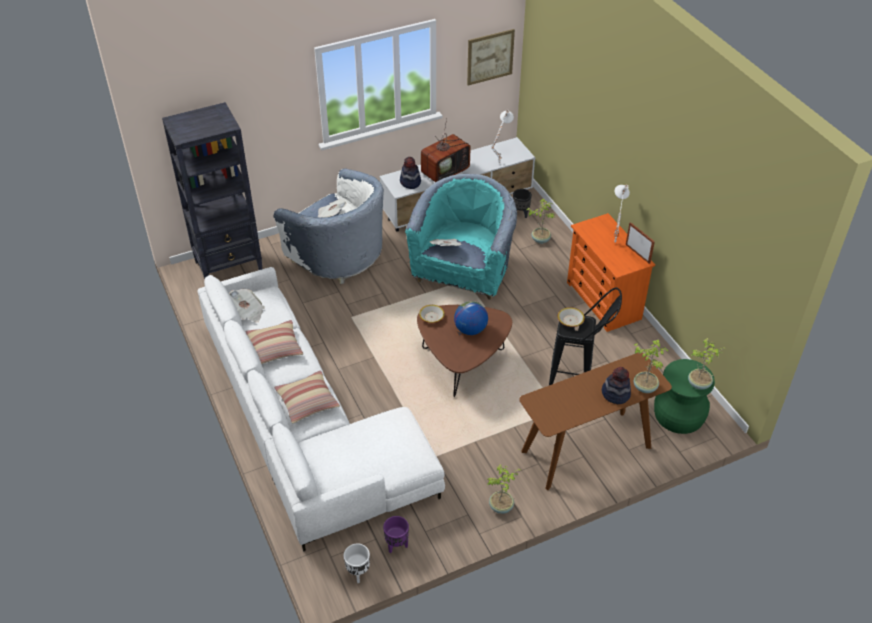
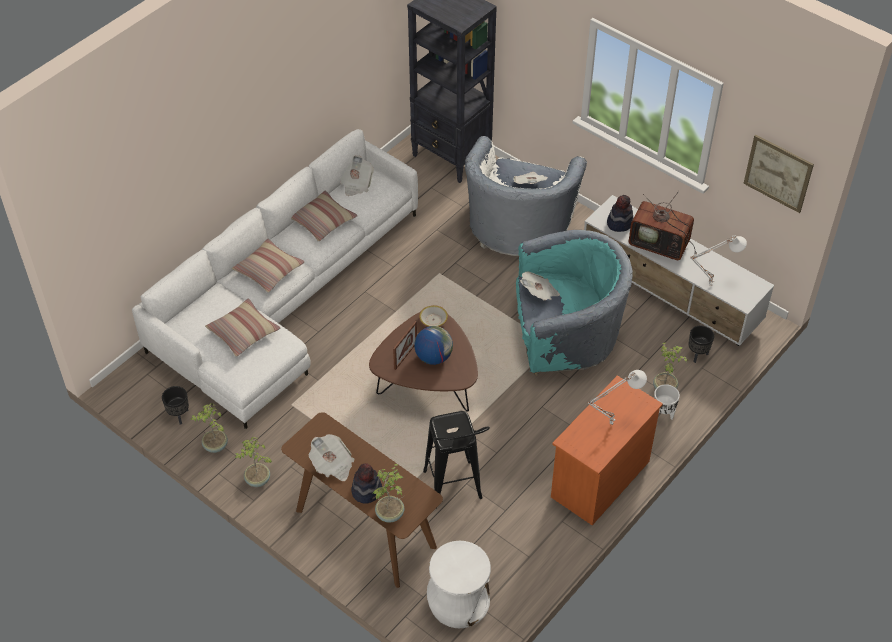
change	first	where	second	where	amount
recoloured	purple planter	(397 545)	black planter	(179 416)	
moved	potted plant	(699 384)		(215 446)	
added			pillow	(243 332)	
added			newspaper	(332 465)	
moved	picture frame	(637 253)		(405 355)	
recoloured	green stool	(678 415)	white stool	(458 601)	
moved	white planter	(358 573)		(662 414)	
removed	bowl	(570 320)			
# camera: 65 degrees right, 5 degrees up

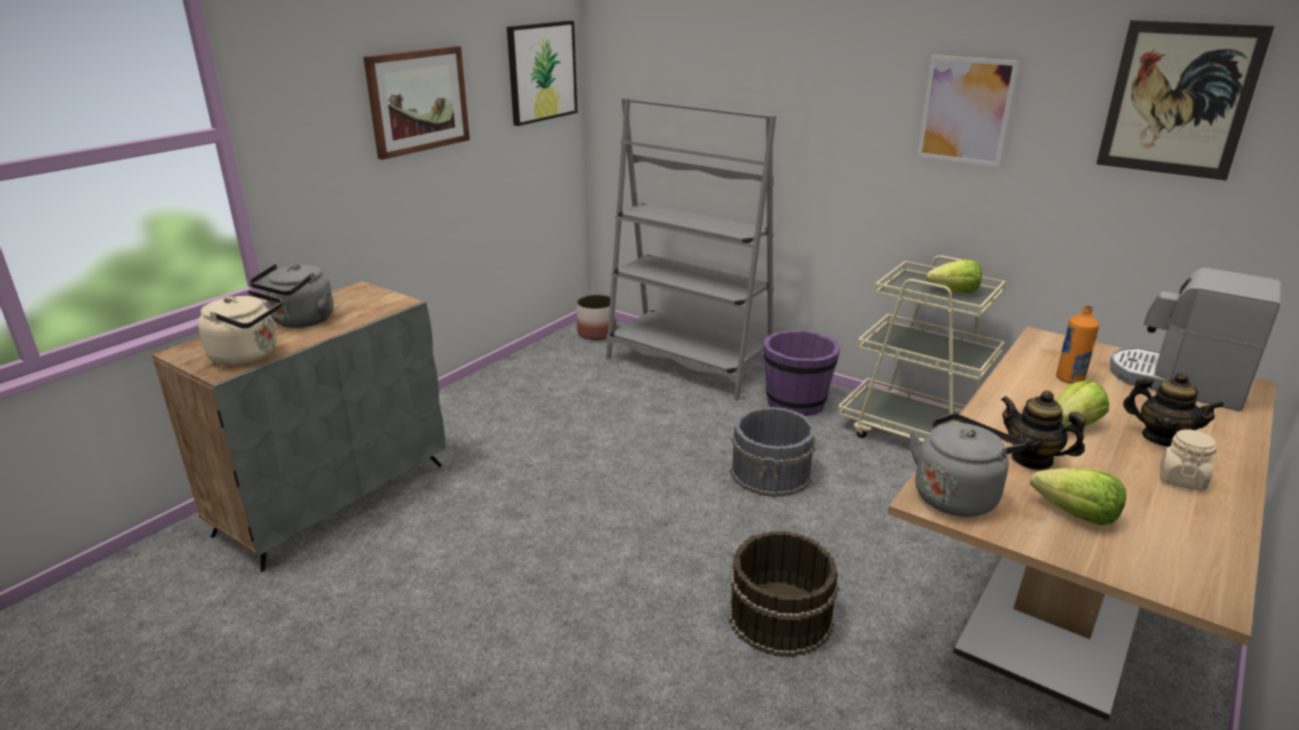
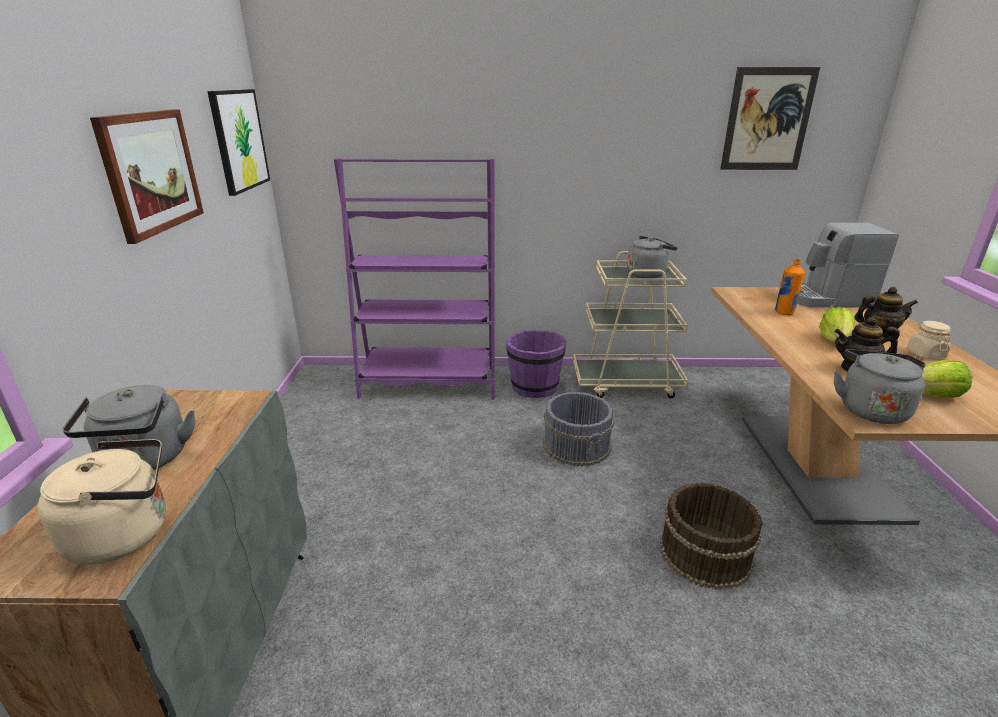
change	first	where	second	where	amount
recoloured	grey bookcase	(688 363)	purple bookcase	(428 382)	
replaced	lettuce	(955 291)	grey kettle	(647 274)	
removed	planter	(597 333)			
removed	picture	(965 110)			
# camera: 35 degrees left, 0 degrees up

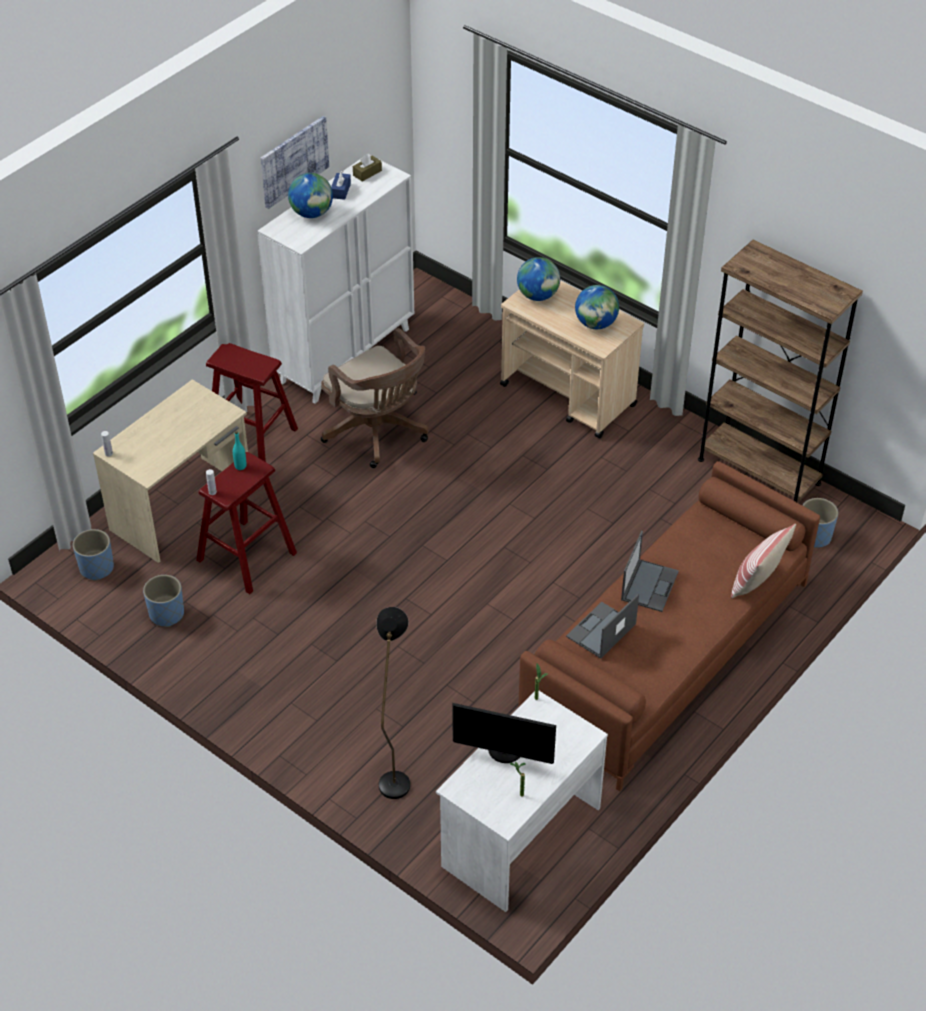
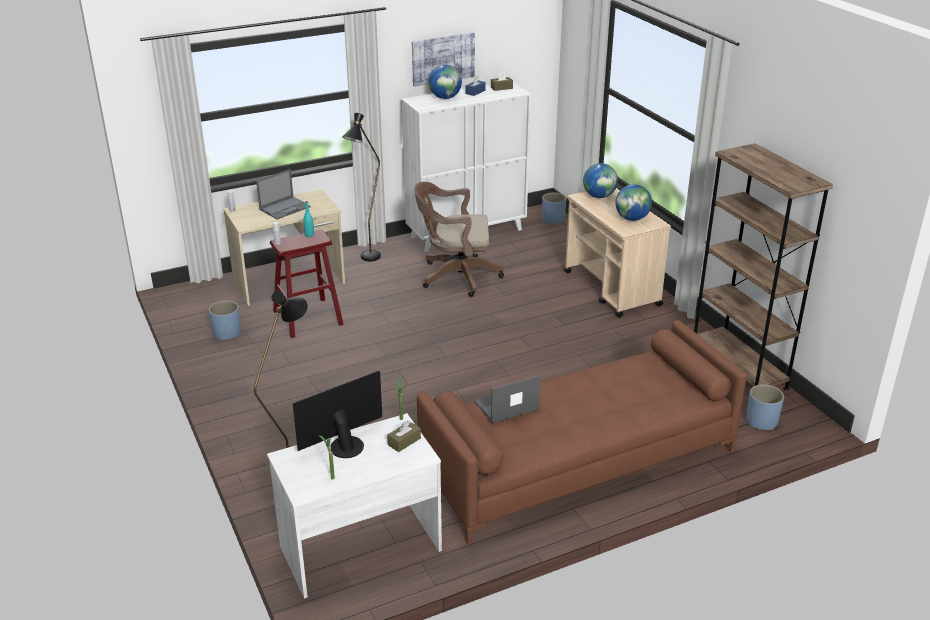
change	first	where	second	where	amount
moved	laptop	(649 585)		(285 208)	
turned	monitor	(505 752)		(344 445)	105 degrees clockwise
replaced	red stool	(252 440)	black floor lamp	(367 260)	
added			brown tissue box	(404 441)	
turned	brown office chair	(378 433)		(455 276)	105 degrees clockwise
moved	blue planter	(96 568)		(553 220)	
removed	pillow	(757 581)			
# camera: 25 degrees right, 15 degrees down

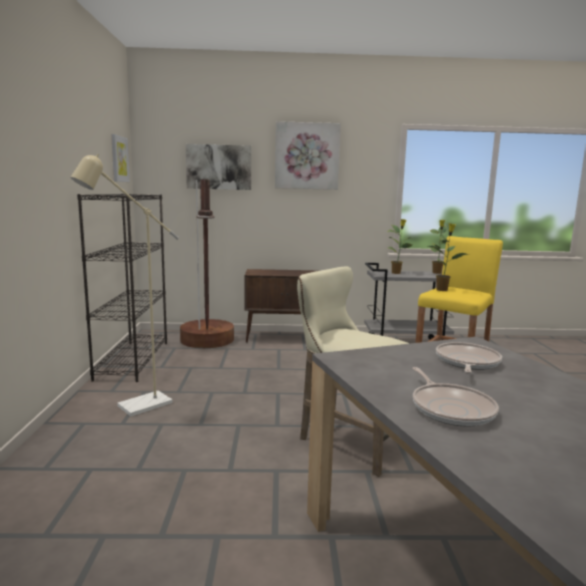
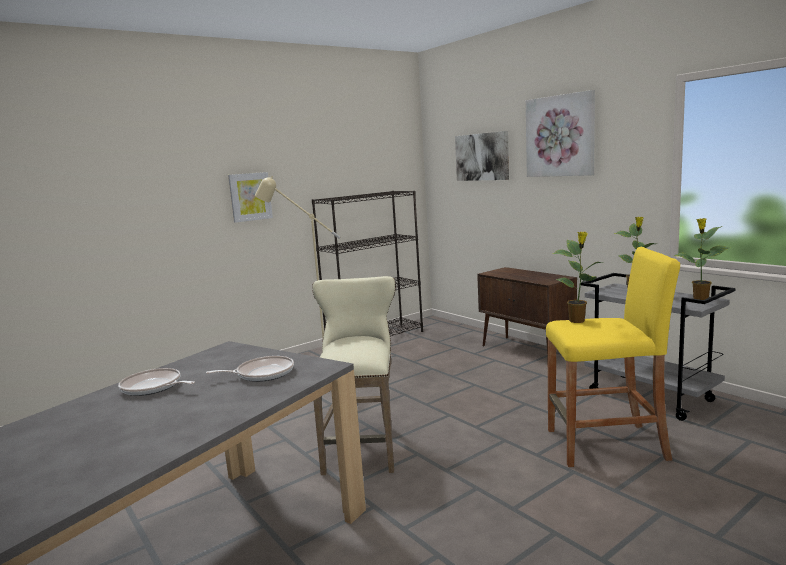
change	first	where	second	where	amount
turned	frying pan	(450 408)		(153 387)	75 degrees clockwise
moved	picture	(119 159)		(250 196)	
removed	brown floor lamp	(207 340)			
# camera: 55 degrees right, 0 degrees up

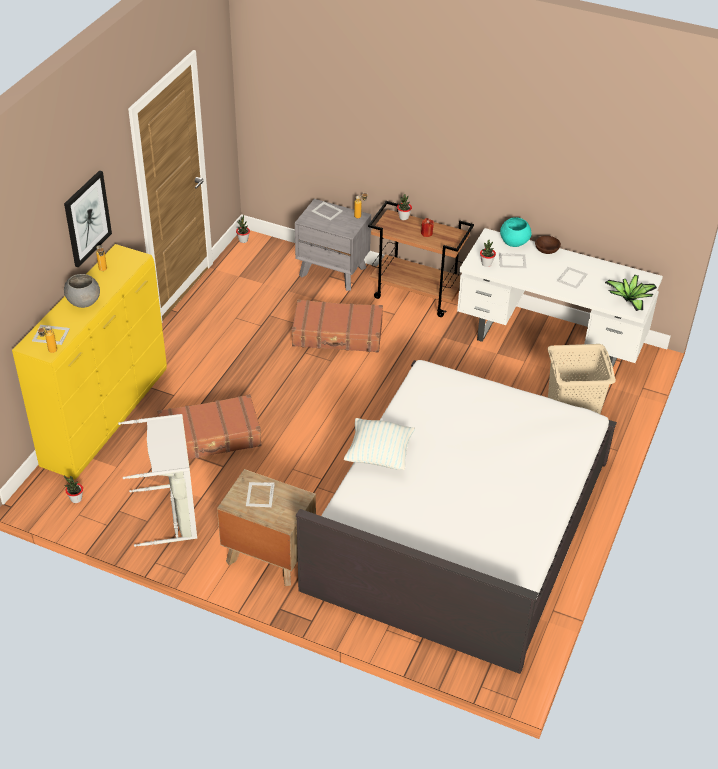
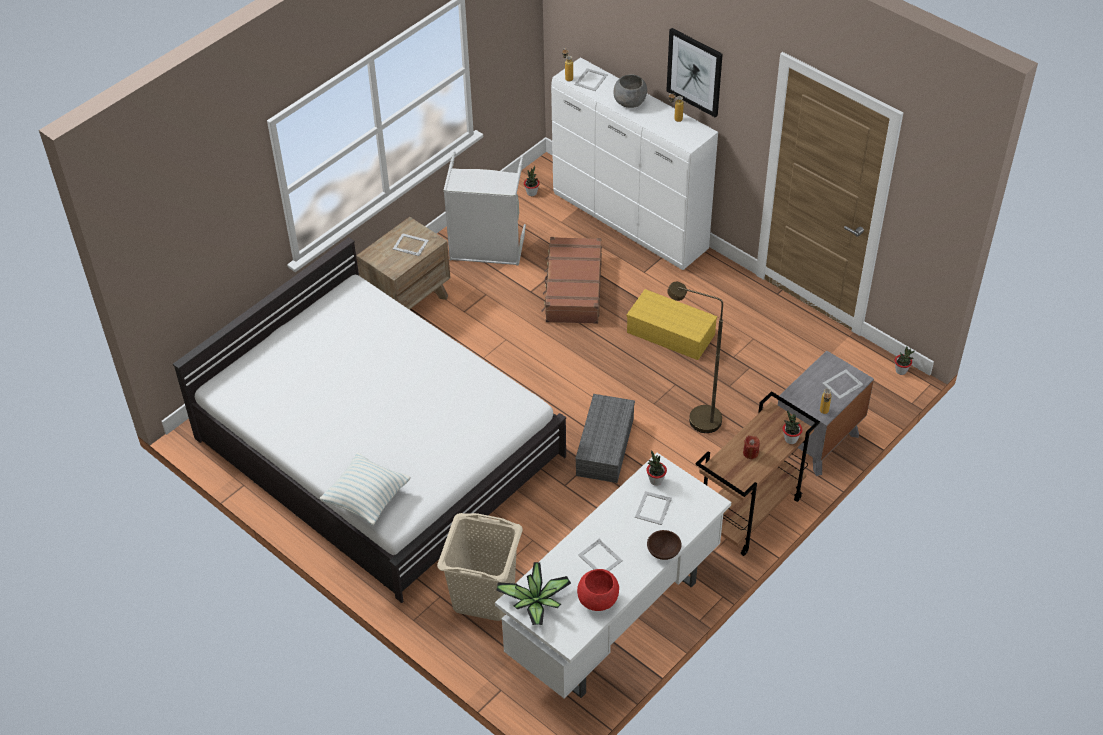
change	first	where	second	where	amount
moved	pillow	(379 455)		(367 499)	
recoloured	yellow dresser	(107 417)	white dresser	(629 223)	
added			grey storage box	(604 445)	
added			red bowl	(598 600)	
added			yellow storage box	(672 333)	
replaced	brown suitcase	(337 335)	brown floor lamp	(696 419)	
removed	turquoise bowl	(514 243)			
# camera: 110 degrees right, 5 degrees up

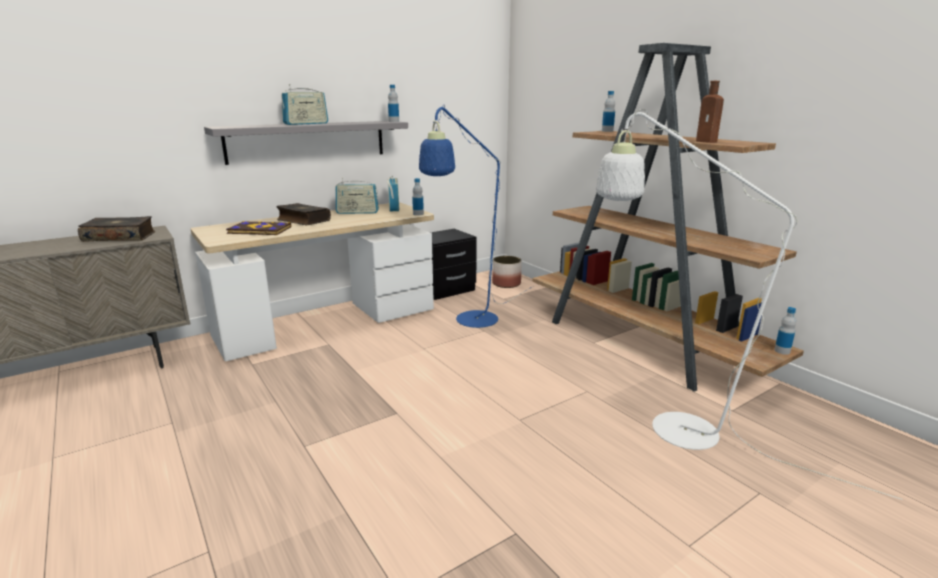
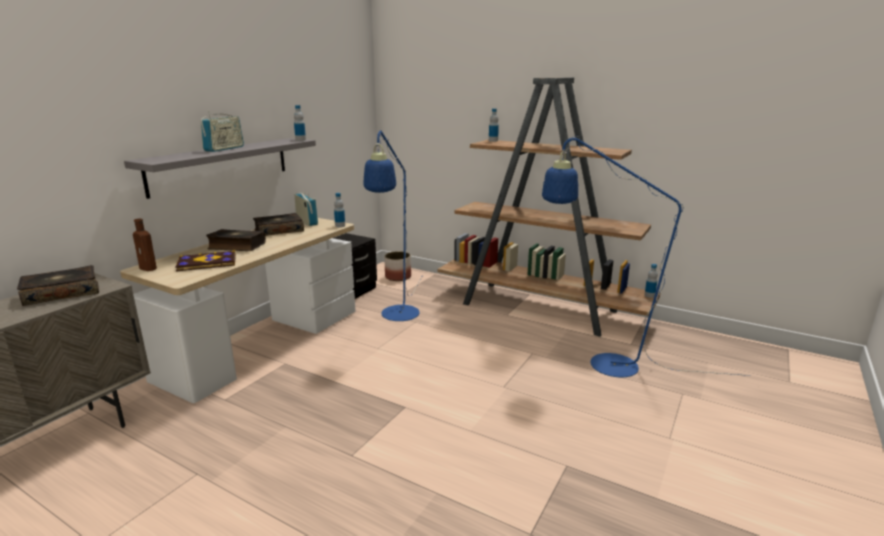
change	first	where	second	where	amount
moved	brown bottle	(707 141)		(149 268)	
replaced	radio	(357 212)	book	(279 231)	
recoloured	white floor lamp	(667 424)	blue floor lamp	(601 364)	
# camera: 25 degrees left, 0 degrees up

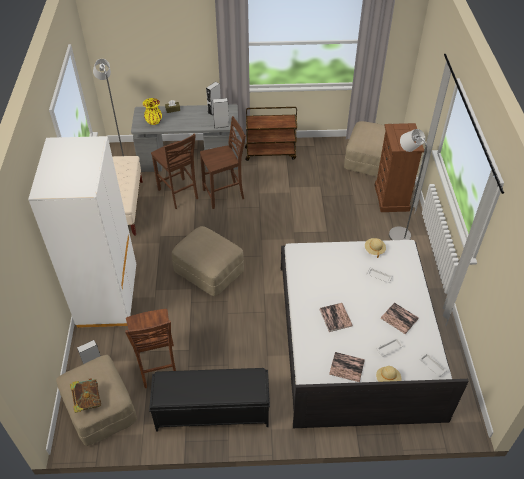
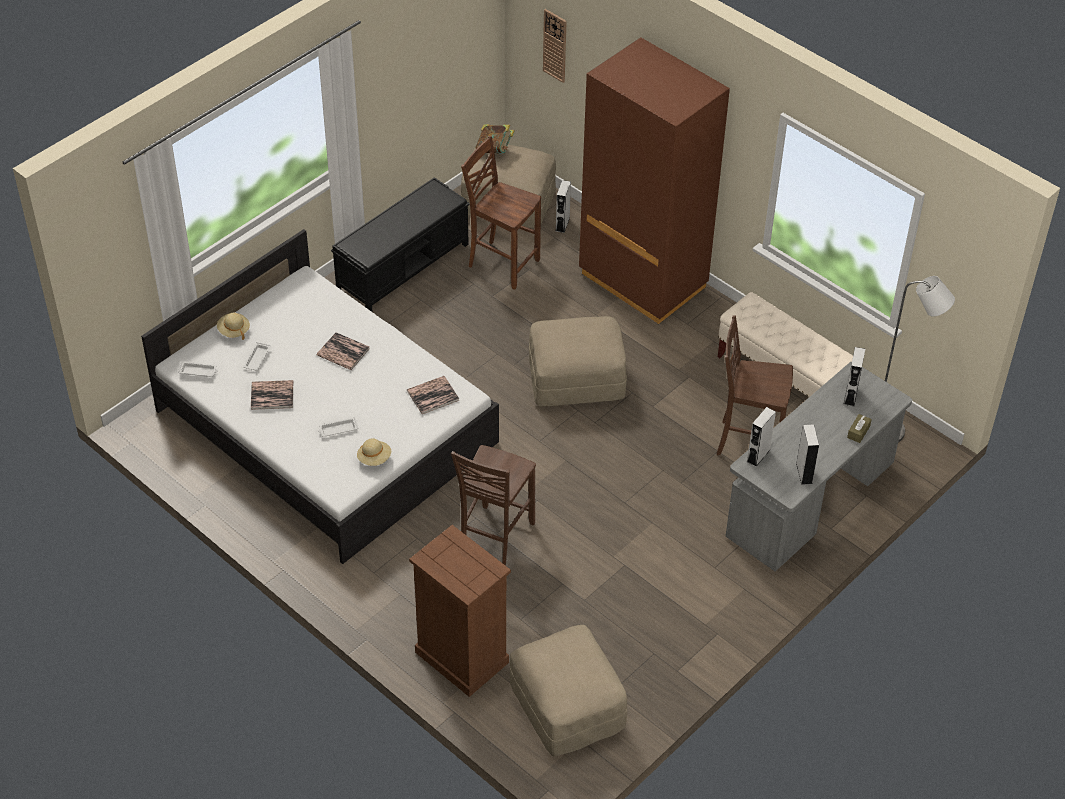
change	first	where	second	where	amount
moved	book	(347 367)		(433 395)	
moved	brown chair	(225 195)		(494 538)	
added			wall clock	(555 45)	
recoloured	white wardrobe	(108 297)	brown wardrobe	(643 281)	
replaced	yellow vase	(154 121)	grey speaker	(850 395)	
removed	brown cart	(270 153)			
removed	grey floor lamp	(396 233)			
# camera: 135 degrees right, 0 degrees up

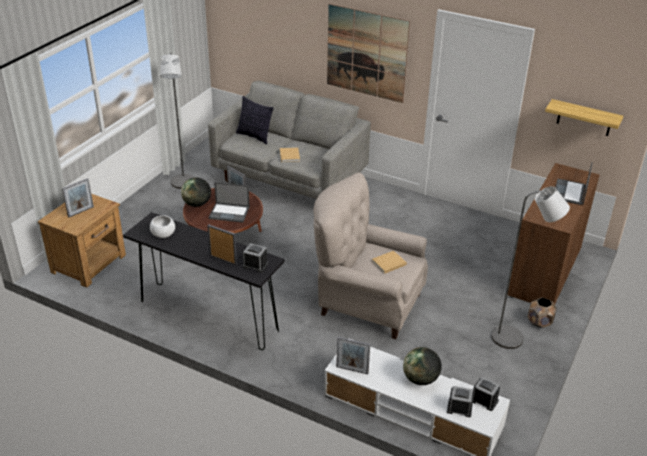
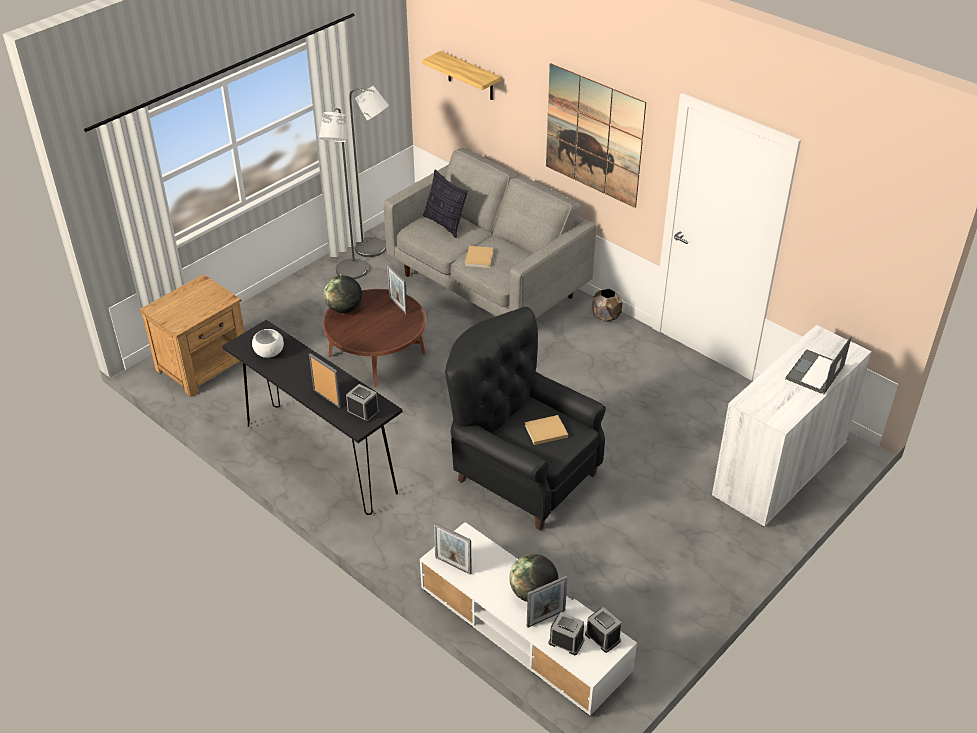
change	first	where	second	where	amount
moved	grey floor lamp	(514 339)		(375 250)	
moved	shelf	(584 118)		(470 76)	
recoloured	beige armchair	(366 303)	black armchair	(521 475)	
moved	picture frame	(81 212)		(546 618)	
moved	brown planter	(540 322)		(606 316)	
recoloured	brown cabinet	(545 271)	white cabinet	(779 470)	
removed	laptop	(230 212)			
# camera: 15 degrees right, 5 degrees up

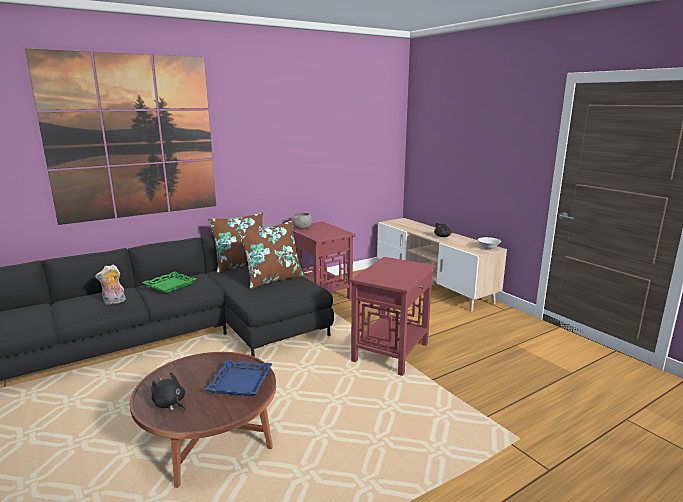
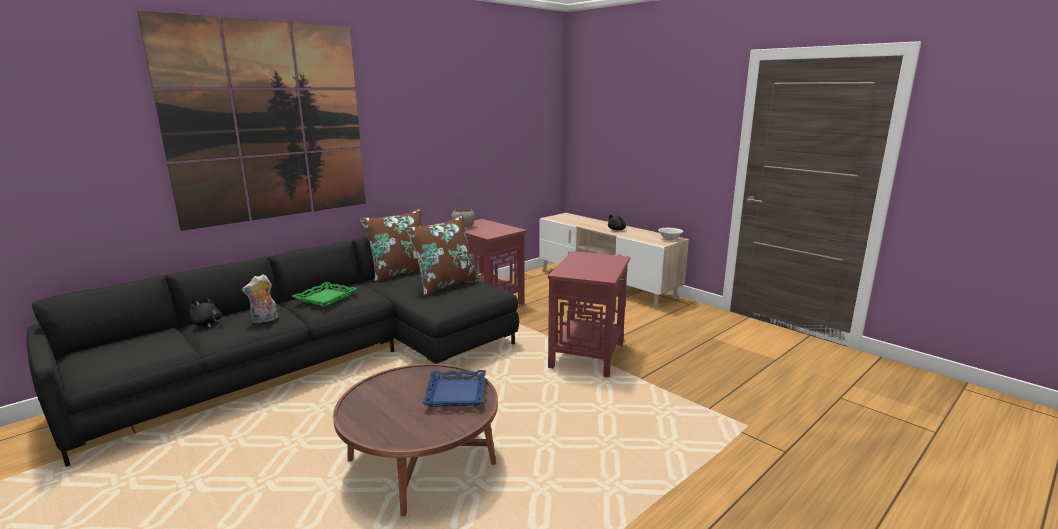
change	first	where	second	where	amount
moved	black plush toy	(170 404)		(208 324)	
# camera: 10 degrees left, 0 degrees up

